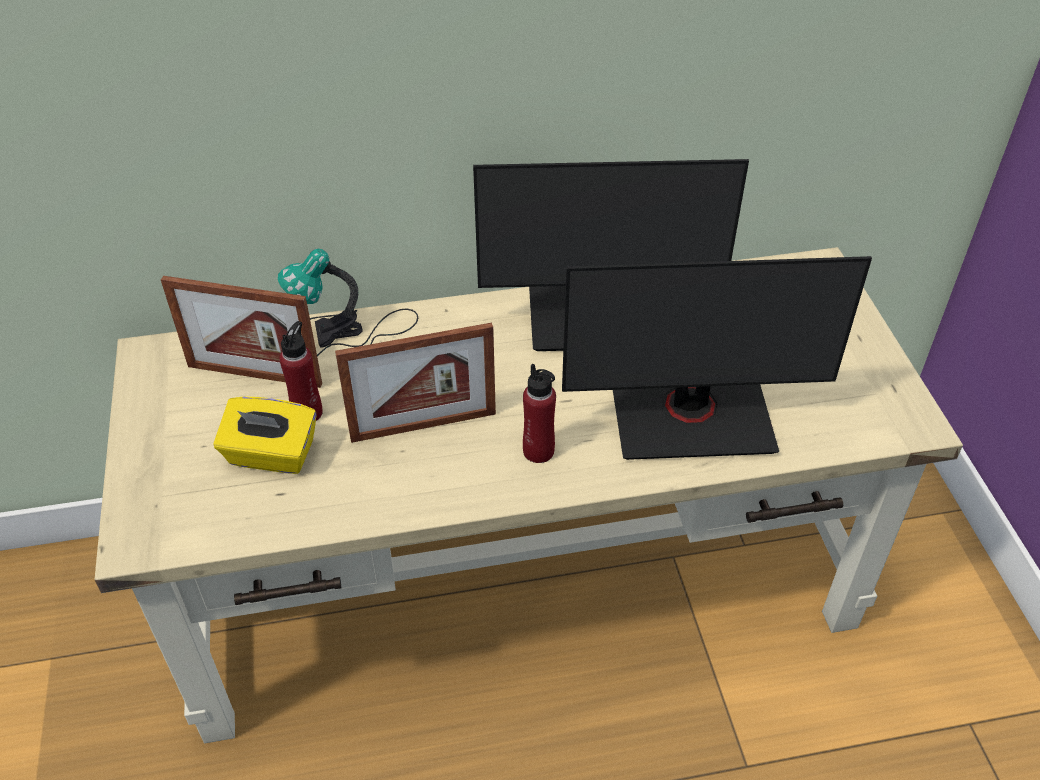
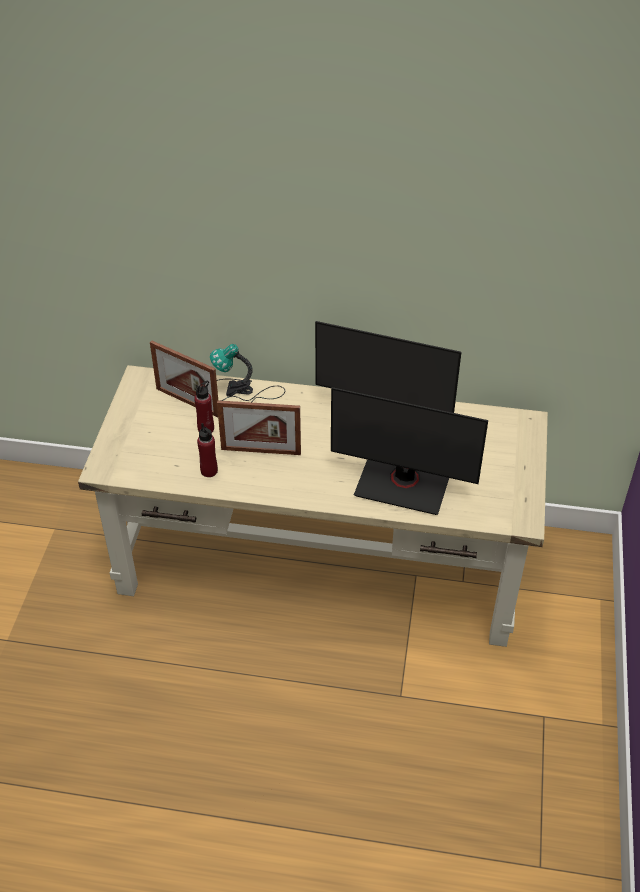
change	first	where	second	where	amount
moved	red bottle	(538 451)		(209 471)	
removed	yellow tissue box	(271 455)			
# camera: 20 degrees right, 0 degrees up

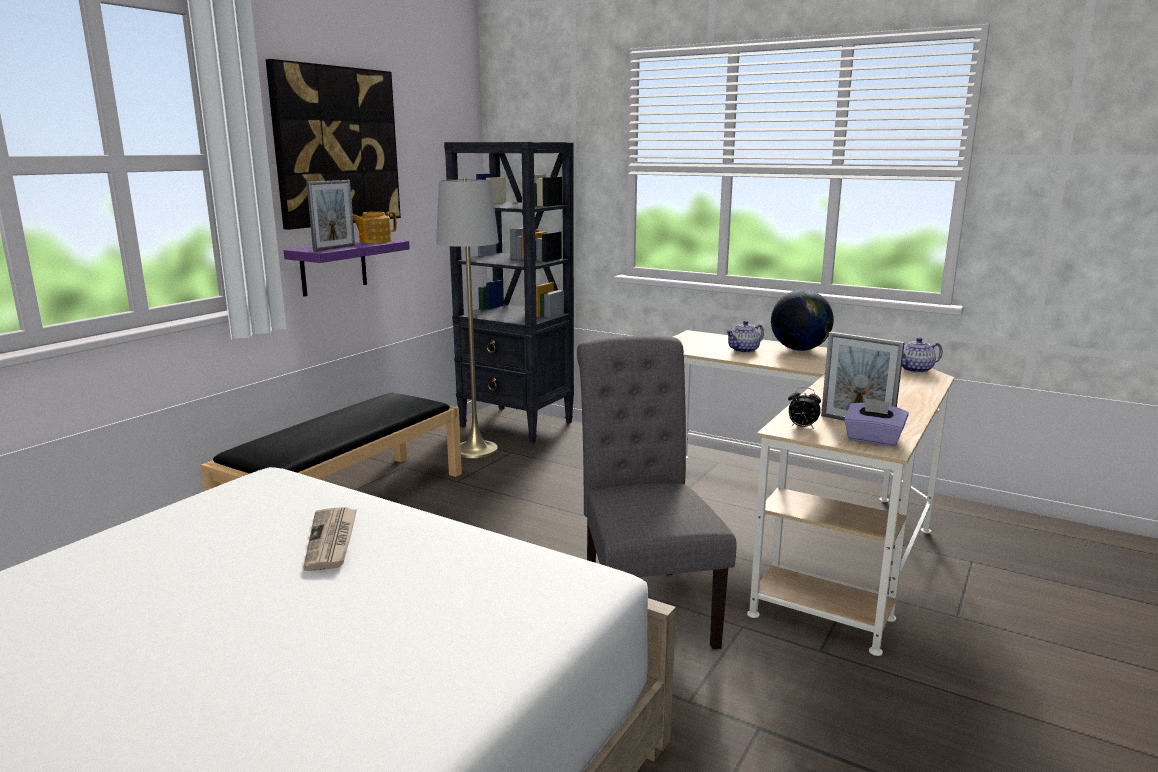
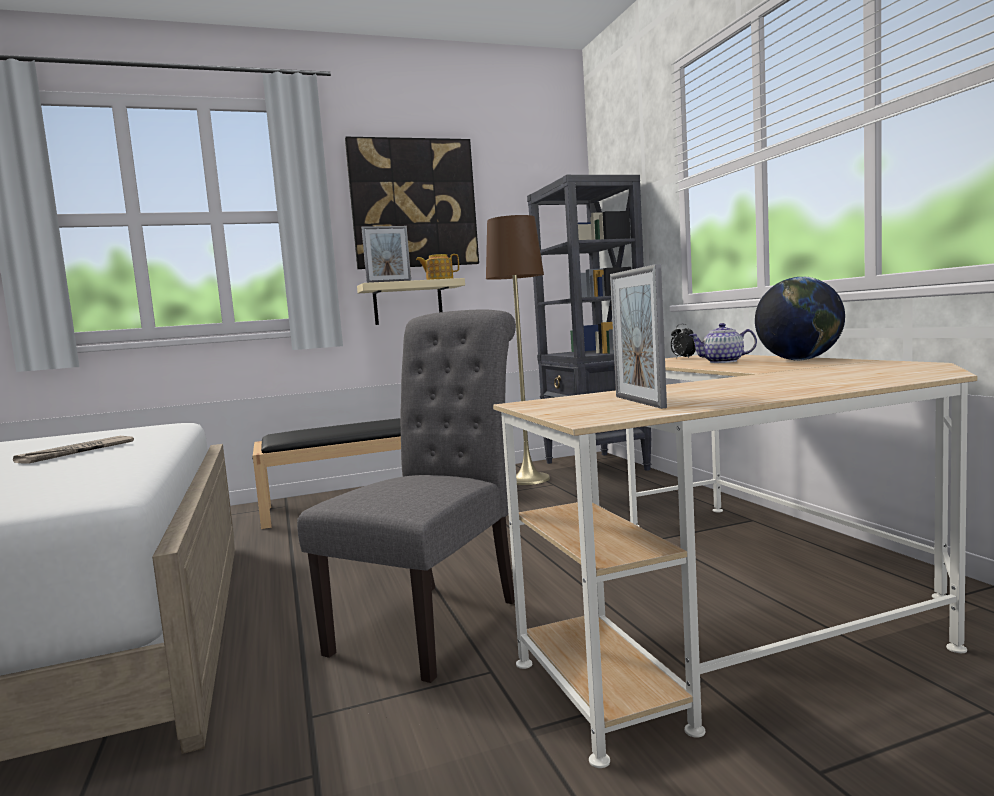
change	first	where	second	where	amount
recoloured	purple shelf	(333 267)	beige shelf	(408 303)	
recoloured	grey floor lamp	(475 449)	brown floor lamp	(528 479)	
moved	alarm clock	(802 427)		(683 358)	
removed	purple tissue box	(873 440)			
removed	teapot	(916 370)			
# camera: 40 degrees right, 10 degrees down

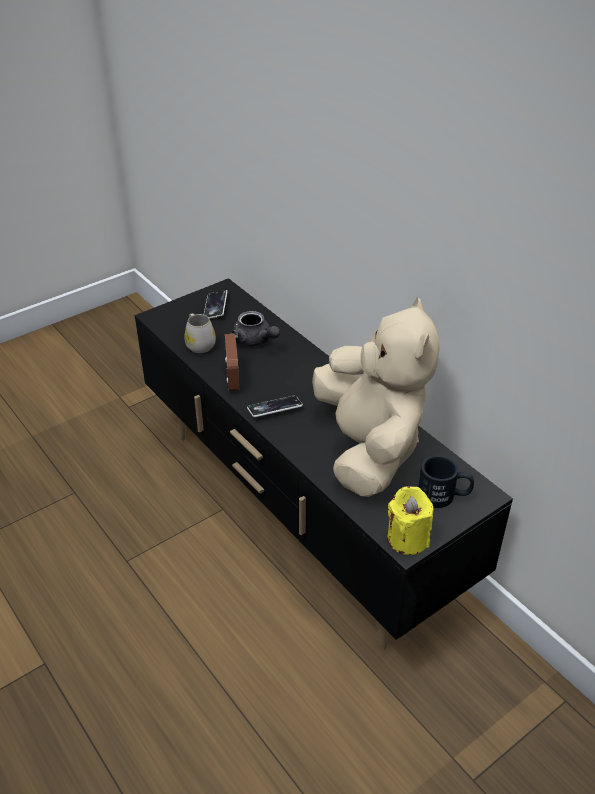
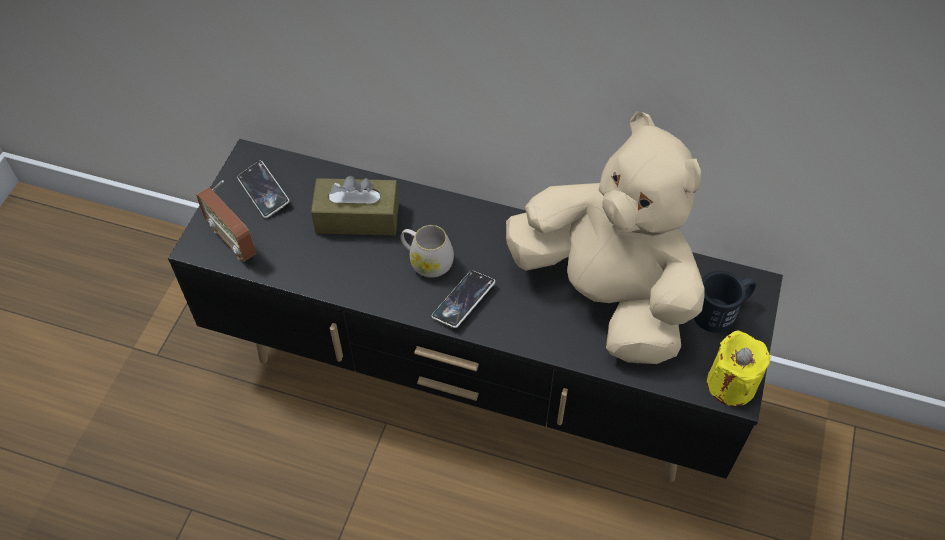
change	first	where	second	where	amount
moved	radio	(233 378)		(232 241)	
replaced	grey teapot	(255 341)	brown tissue box	(357 217)	
moved	white mug	(199 344)		(426 261)	
# camera: 35 degrees left, 15 degrees up

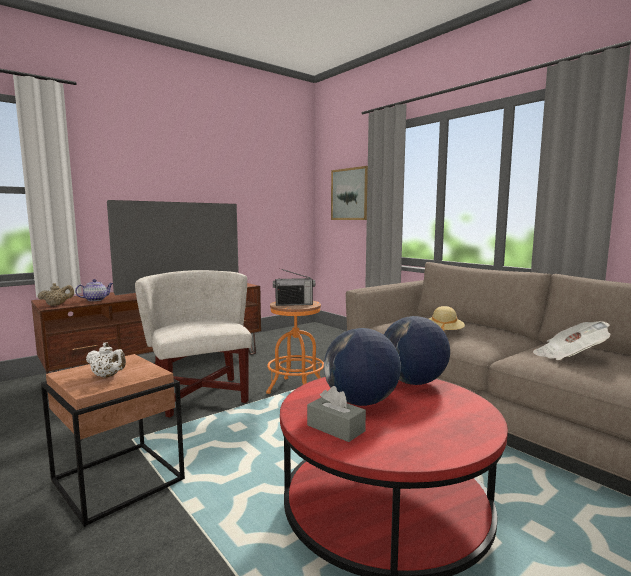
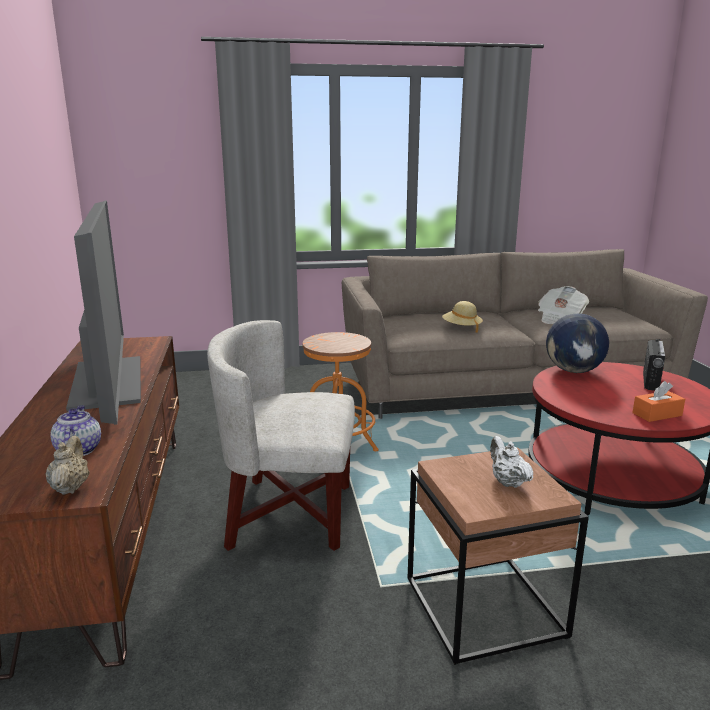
change	first	where	second	where	amount
turned	white teapot	(108 376)		(507 482)	75 degrees counterclockwise
recoloured	grey tissue box	(335 428)	orange tissue box	(657 414)	
moved	radio	(294 304)		(651 381)	
removed	globe	(361 402)			
removed	picture	(350 194)			
# camera: 60 degrees left, 10 degrees up

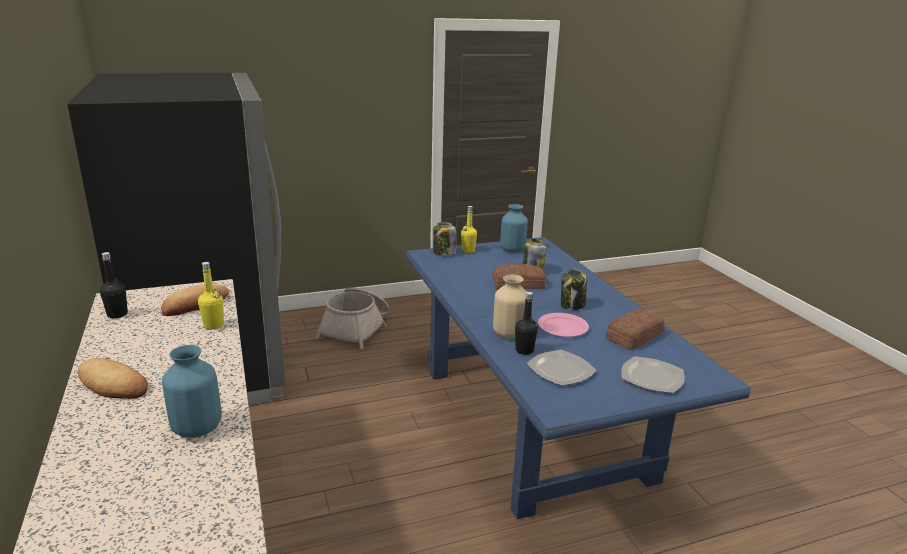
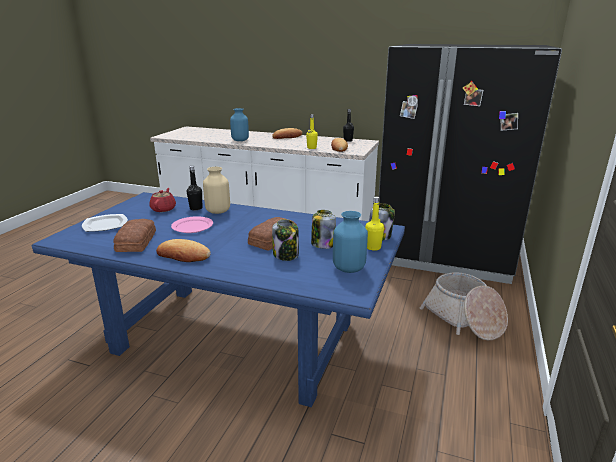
change	first	where	second	where	amount
replaced	plate	(560 369)	red teapot	(163 209)	
added			bread	(183 255)	
moved	jar	(572 305)		(322 244)	
# camera: 130 degrees right, 0 degrees up

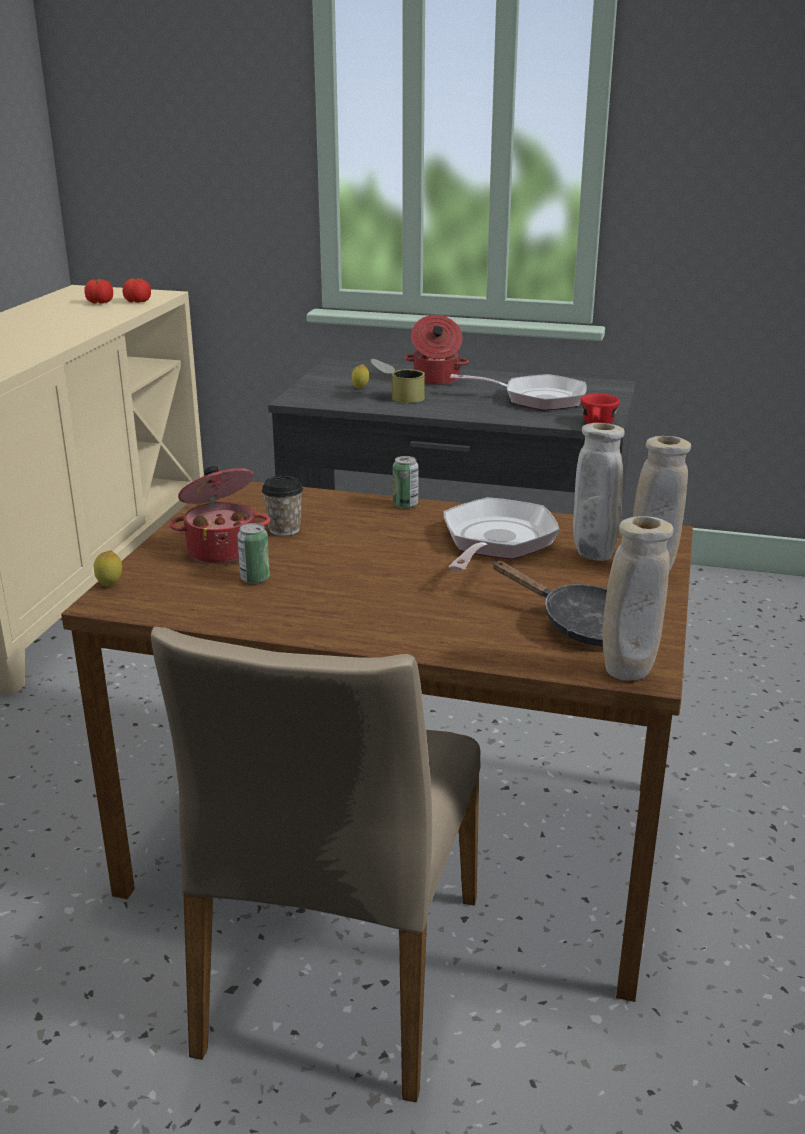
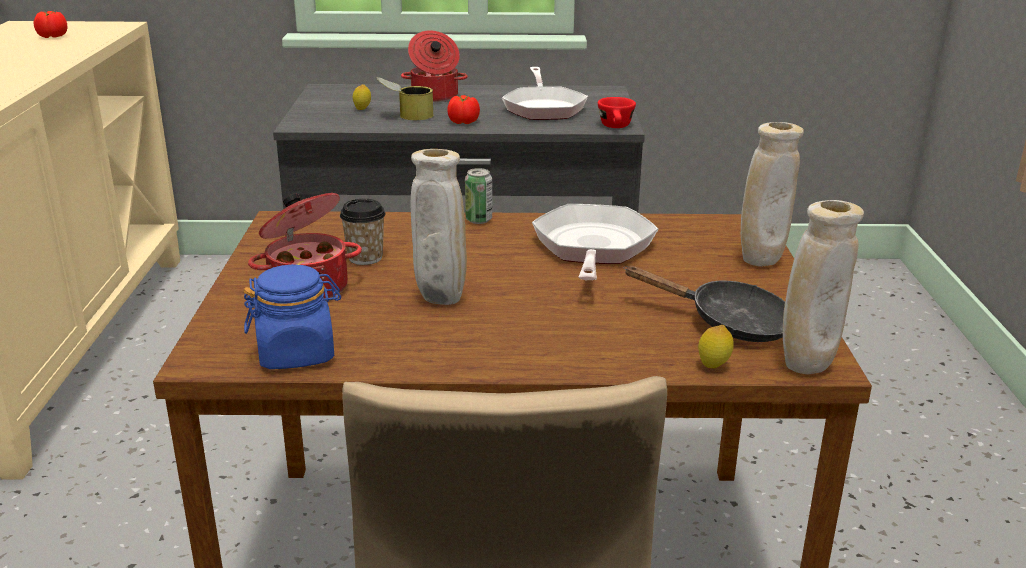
change	first	where	second	where	amount
added			blue jar	(297 353)	
moved	beige vase	(593 557)		(440 301)	
moved	tomato	(137 302)		(464 122)	
turned	frying pan	(537 399)		(544 107)	90 degrees clockwise
moved	lemon	(110 586)		(713 367)	
removed	can	(255 579)			
# camera: 15 degrees left, 0 degrees up

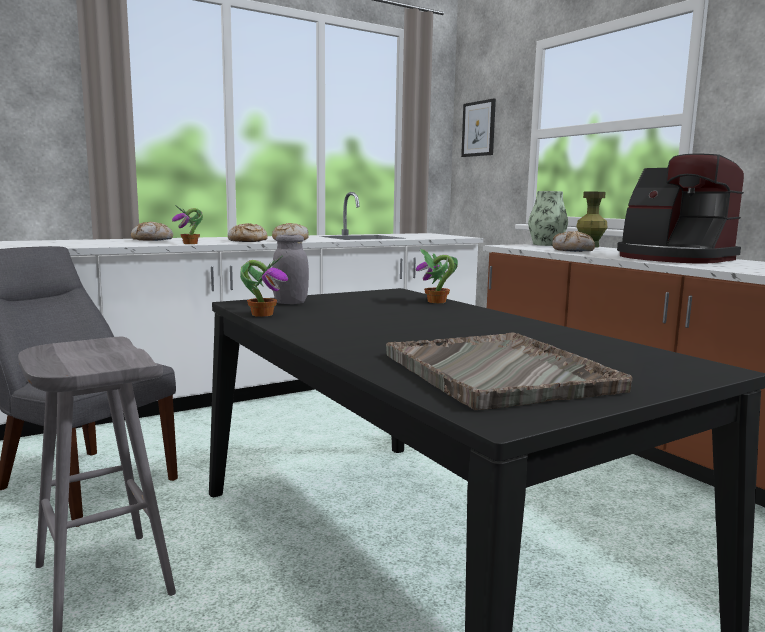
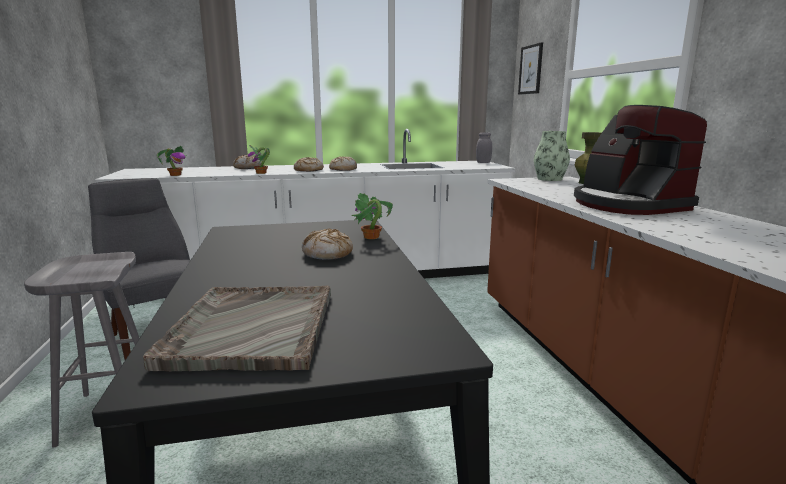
change	first	where	second	where	amount
moved	potted plant	(262 314)		(175 175)	
moved	bread	(573 250)		(327 254)	
moved	grey jar	(290 303)		(483 162)	
# camera: 20 degrees right, 5 degrees up

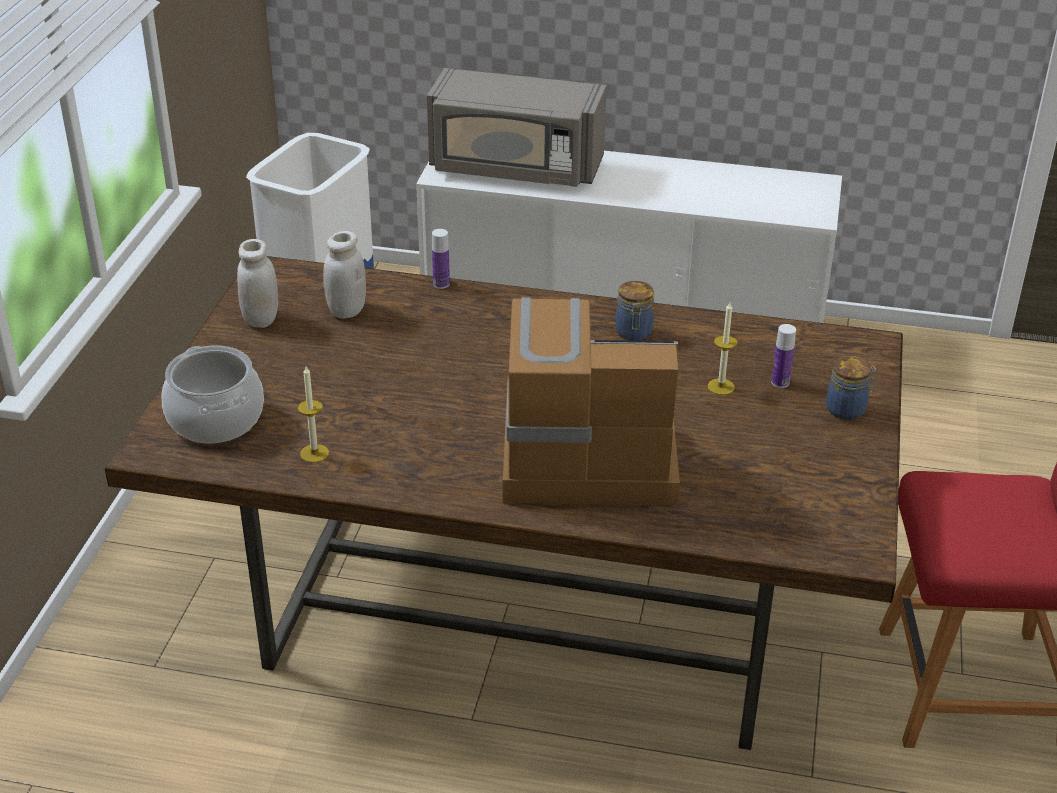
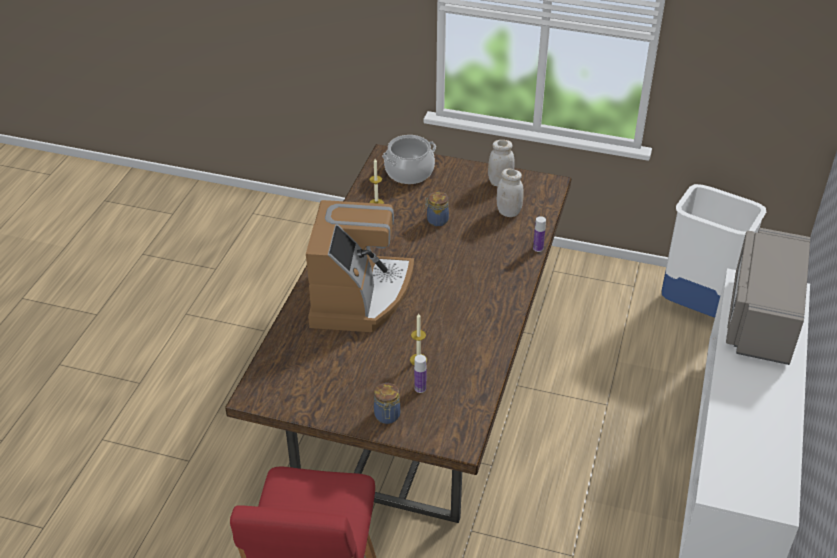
change	first	where	second	where	amount
moved	jar	(633 333)		(436 220)	
# camera: 95 degrees right, 5 degrees up

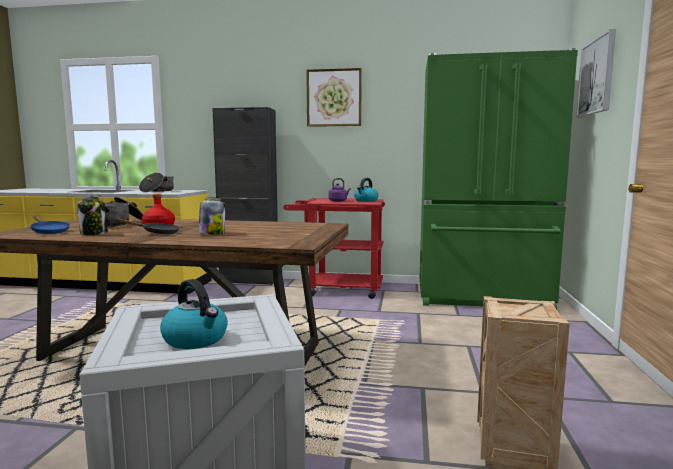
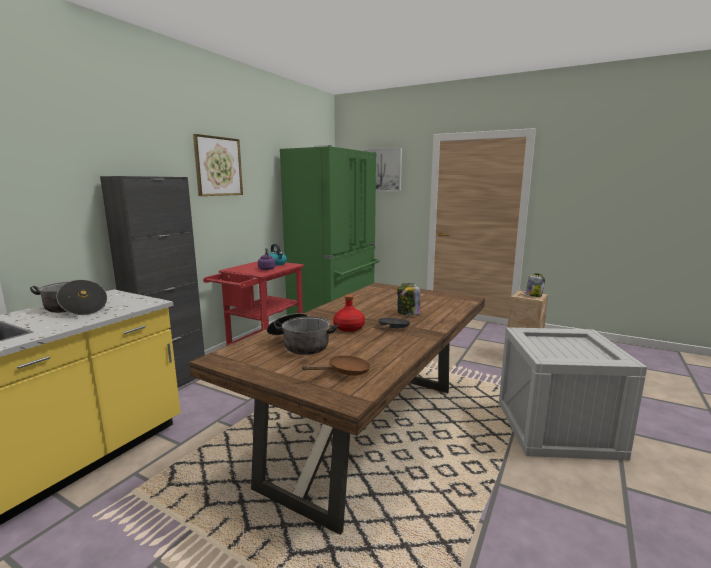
change	first	where	second	where	amount
recoloured	blue frying pan	(49 231)	brown frying pan	(345 372)	
moved	jar	(94 233)		(533 295)	
removed	kettle	(196 339)			
# camera: 70 degrees left, 5 degrees up

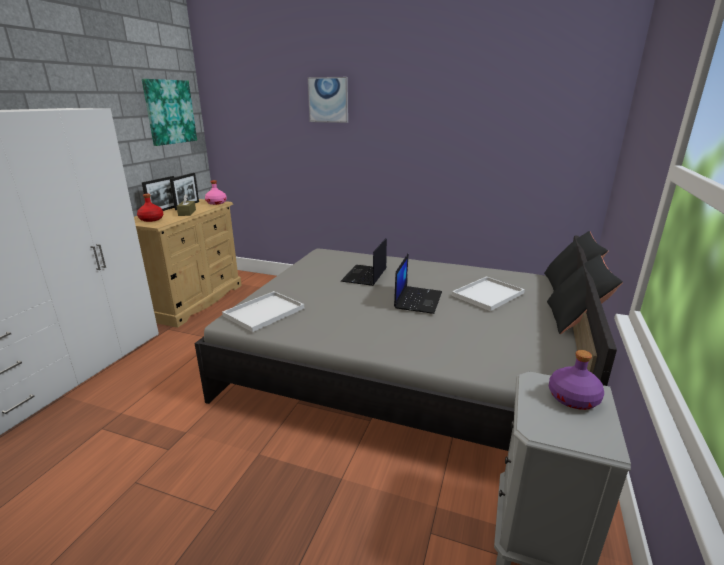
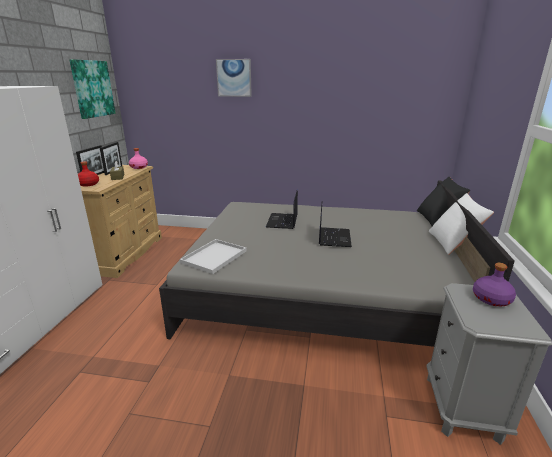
change	first	where	second	where	amount
recoloured	black pillow	(574 319)	white pillow	(453 243)	
removed	white tray	(487 295)			
# camera: 10 degrees left, 0 degrees up

